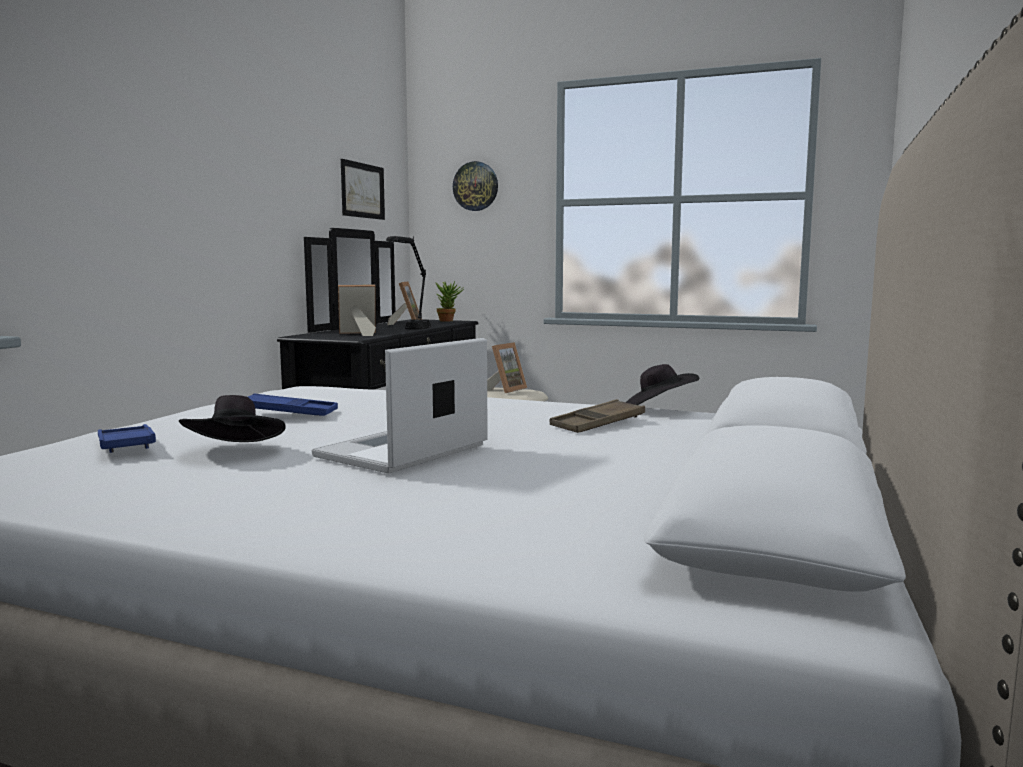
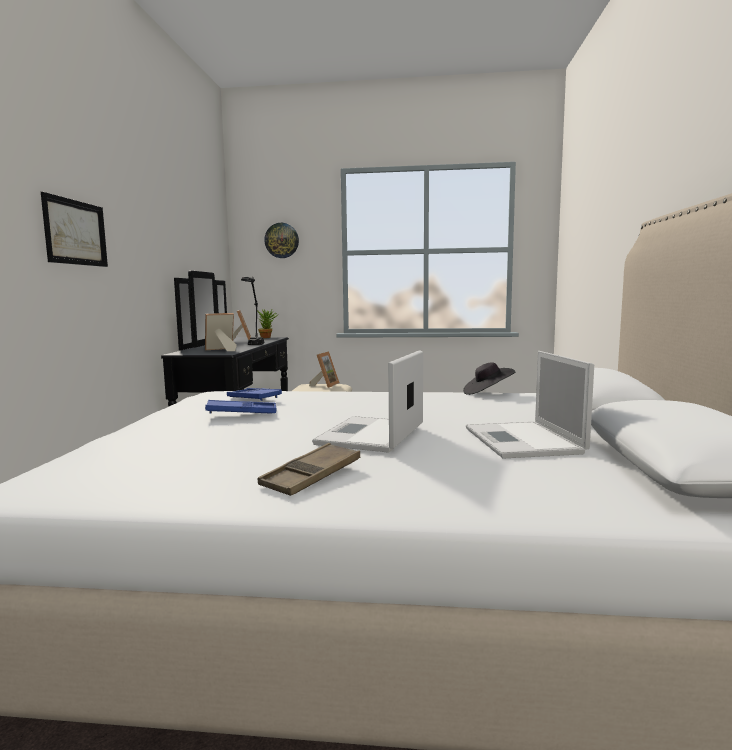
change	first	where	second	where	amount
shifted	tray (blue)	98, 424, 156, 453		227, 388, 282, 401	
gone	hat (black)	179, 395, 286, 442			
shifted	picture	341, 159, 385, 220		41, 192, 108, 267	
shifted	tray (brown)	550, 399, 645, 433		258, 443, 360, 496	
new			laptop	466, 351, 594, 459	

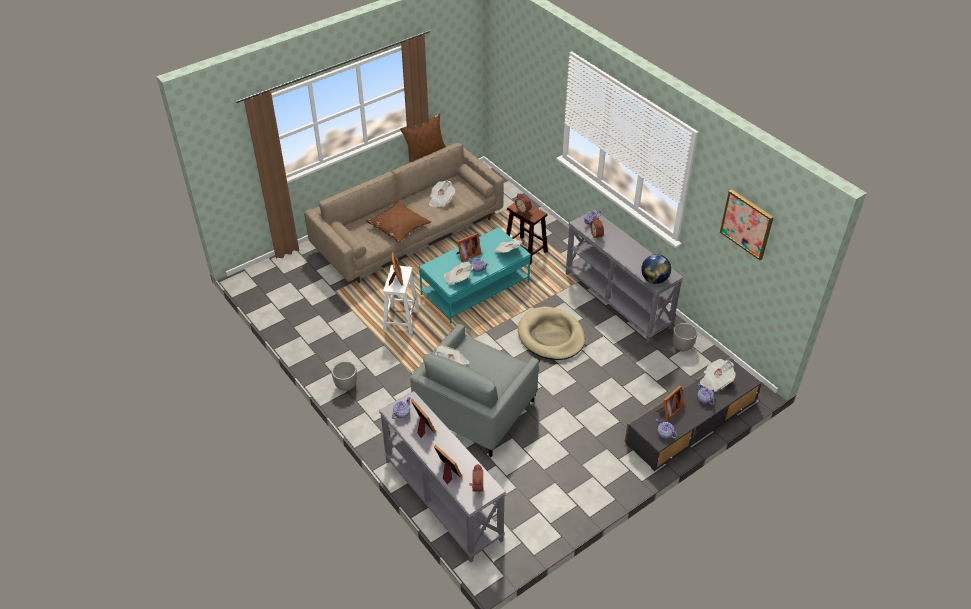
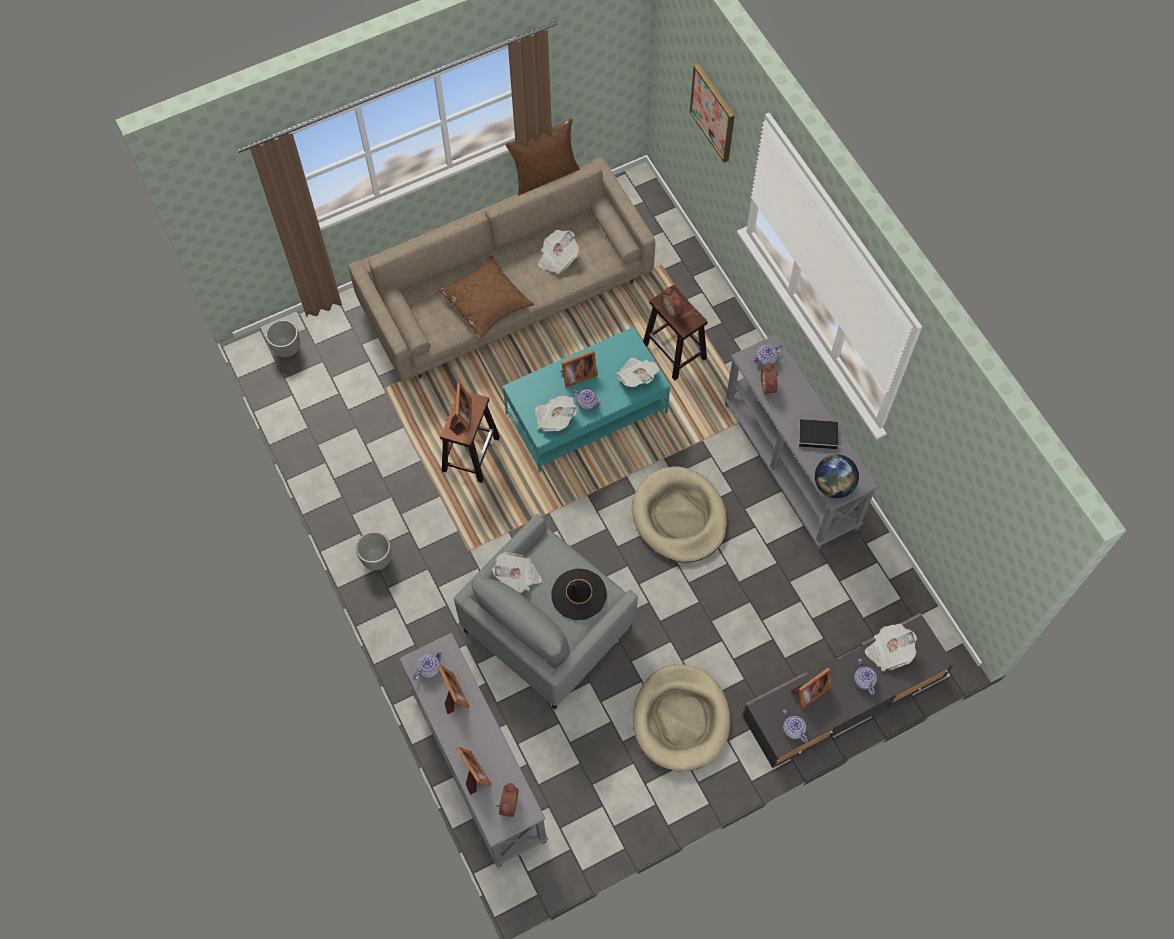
change	first	where	second	where	amount
repainted	stool (white)	383, 265, 419, 334	stool (brown)	440, 391, 500, 483	
shifted	planter	673, 323, 698, 351		266, 320, 300, 357	
shifted	picture	720, 189, 774, 261		690, 64, 735, 163	
new			hat (black)	551, 569, 607, 620	
new			dog bed (beige)	633, 664, 730, 771	
new			book	799, 419, 842, 449	

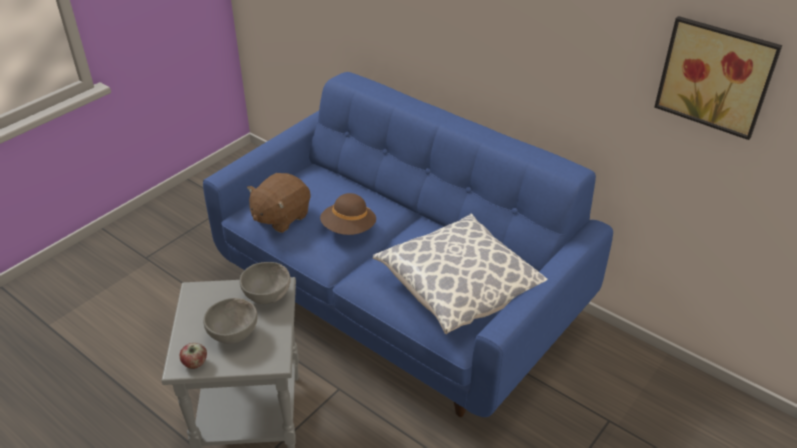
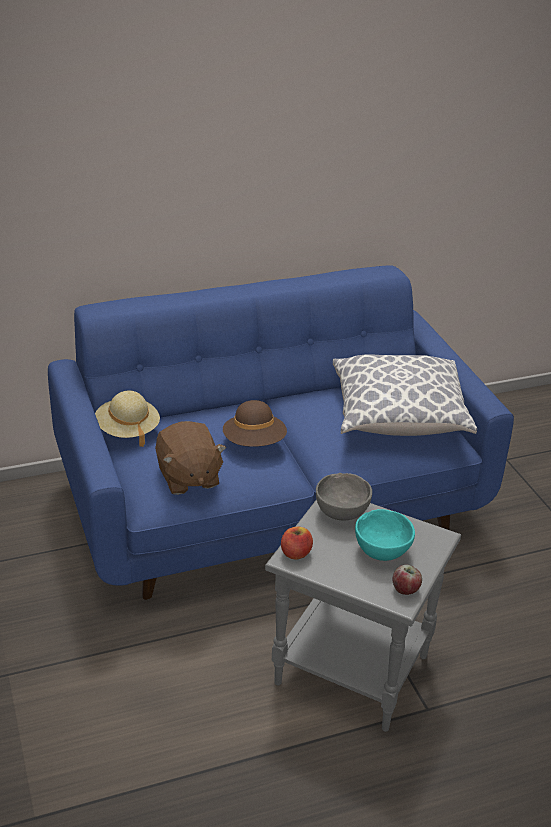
change	first	where	second	where	amount
repainted	bowl (grey)	203, 298, 257, 344	bowl (turquoise)	355, 509, 415, 561	
gone	picture	654, 16, 782, 140			
new			hat (beige)	95, 390, 160, 447	
new			apple	281, 527, 313, 560	

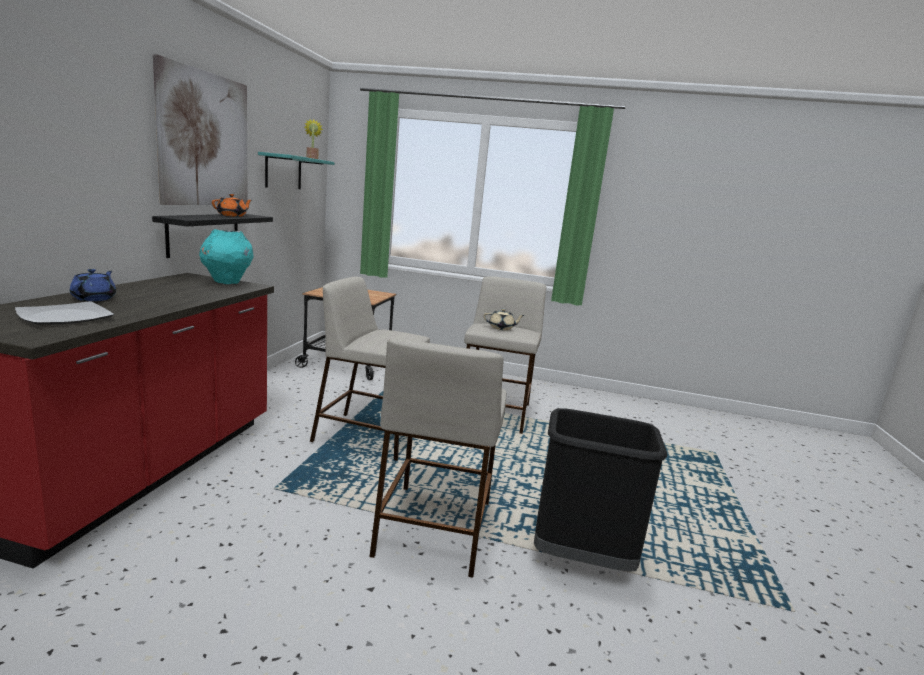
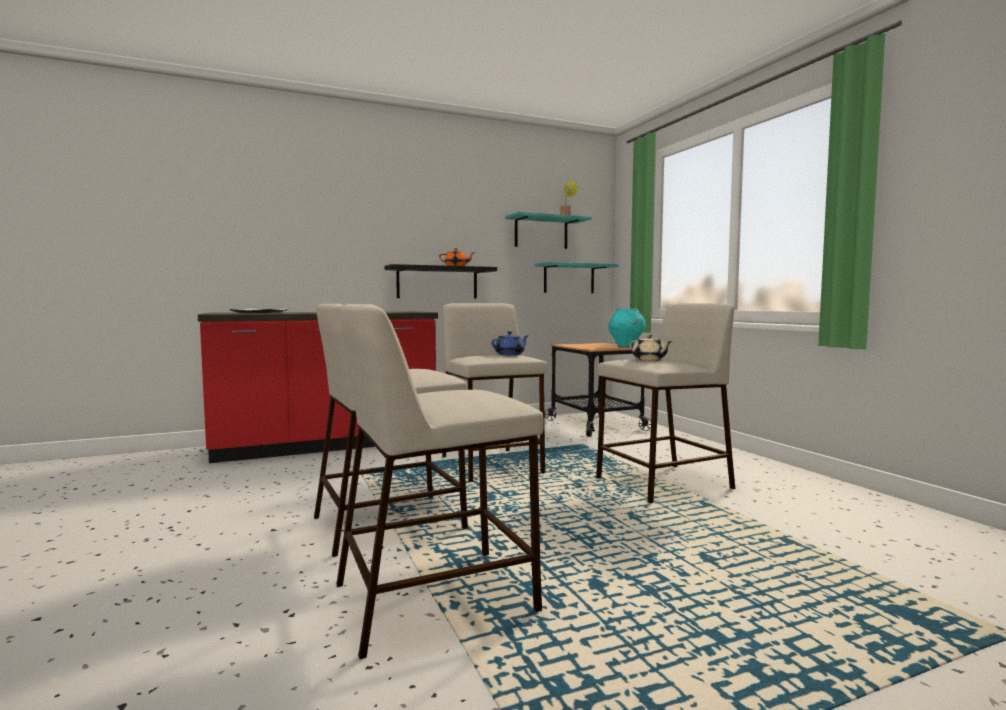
change	first	where	second	where	amount
shifted	teapot (blue)	70, 269, 116, 301		491, 331, 529, 355	
gone	picture	153, 54, 248, 205			
shifted	vase (turquoise)	199, 229, 254, 284		608, 308, 646, 347	
swapped	trash can (black)	534, 408, 667, 572	stool (beige)	336, 304, 544, 659	
new			shelf (turquoise)	535, 262, 619, 293	

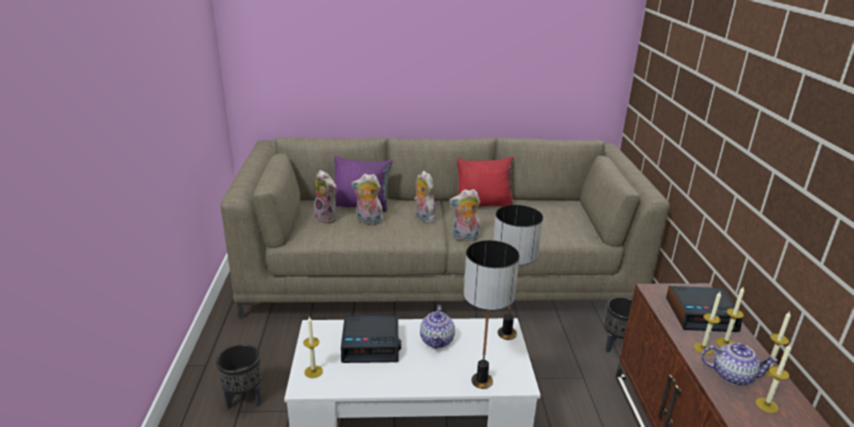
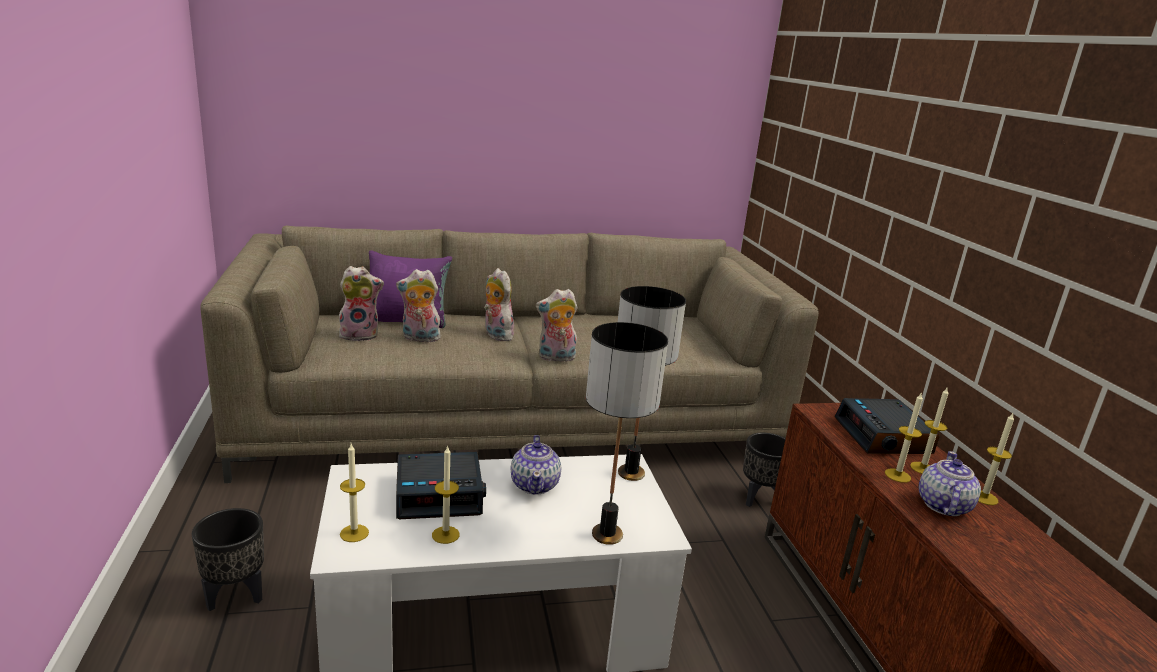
change	first	where	second	where	amount
rotated	plush toy	314, 170, 337, 224		339, 266, 384, 341	45 degrees counterclockwise
gone	pillow (red)	457, 156, 514, 207			
rotated	alarm clock	666, 286, 743, 332		835, 398, 939, 454	90 degrees clockwise
rotated	teapot	701, 343, 778, 385		918, 451, 981, 516	75 degrees counterclockwise
shifted	candle	756, 343, 791, 413		432, 445, 460, 544	

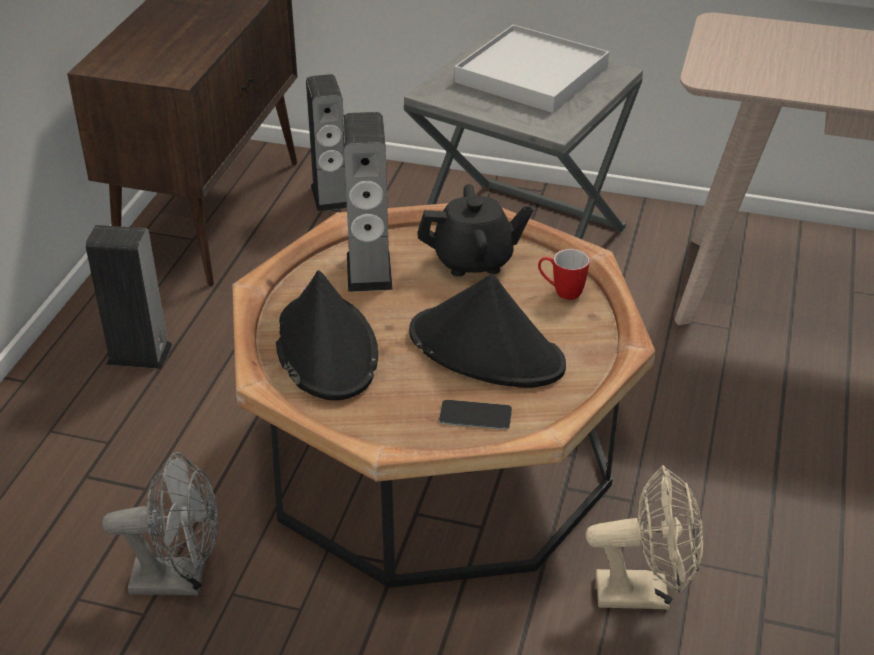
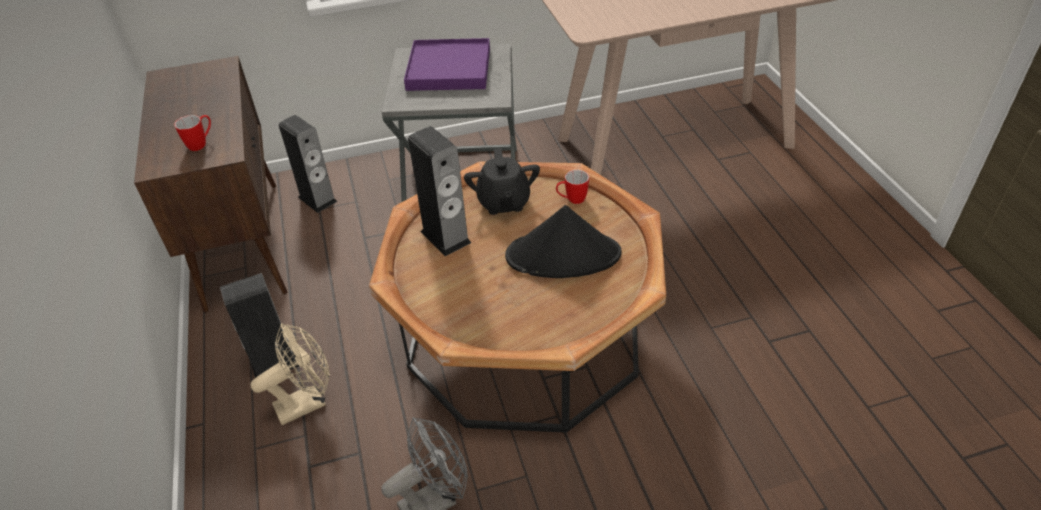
change	first	where	second	where	amount
gone	hat (black)	276, 270, 378, 400			
rotated	teapot (black)	417, 184, 533, 277		464, 148, 540, 215	120 degrees clockwise
gone	phone	439, 400, 512, 430			
repainted	tray (white)	454, 25, 609, 113	tray (purple)	404, 38, 490, 91	
shifted	fan (beige)	586, 465, 703, 609		250, 323, 330, 425	
new			mug	174, 115, 211, 151	

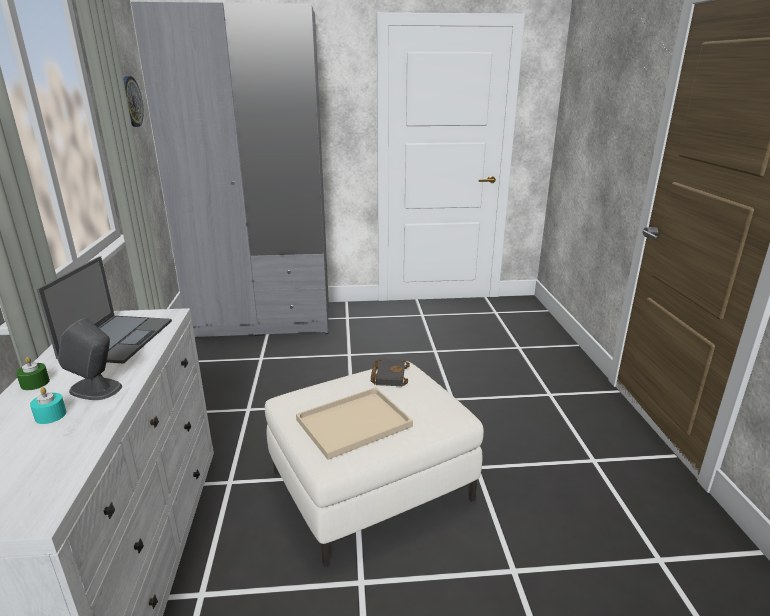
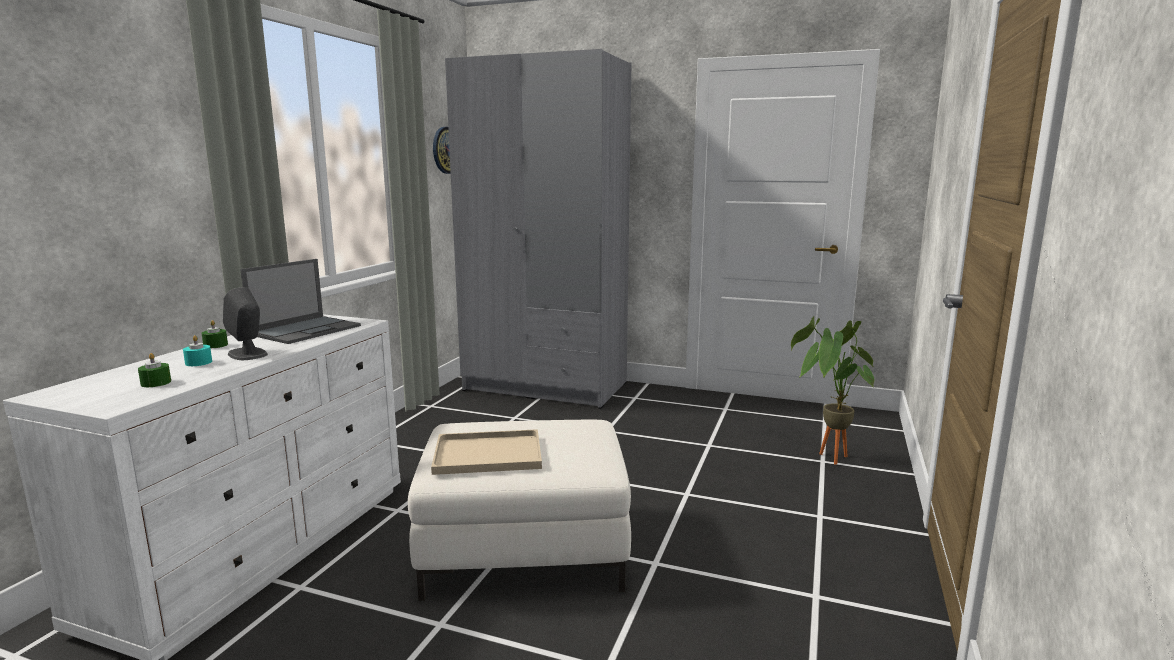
change	first	where	second	where	amount
gone	book (black)	371, 359, 410, 386			
new			candle (green)	138, 353, 171, 387	
new			potted plant	791, 316, 874, 465	

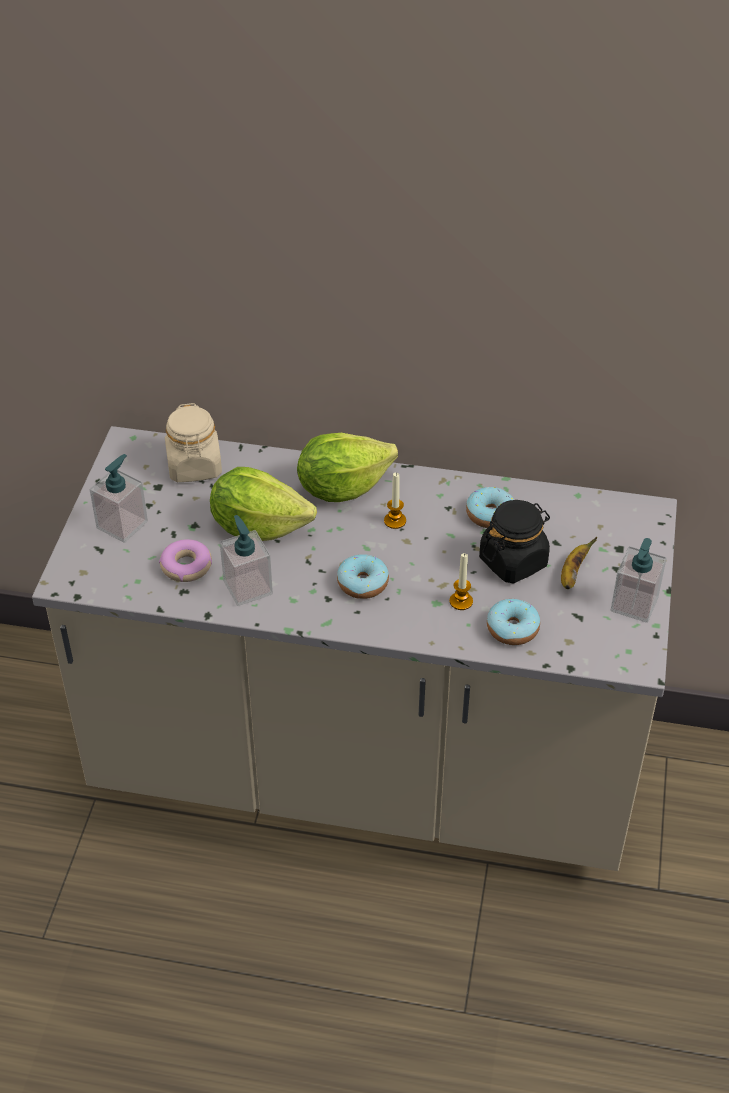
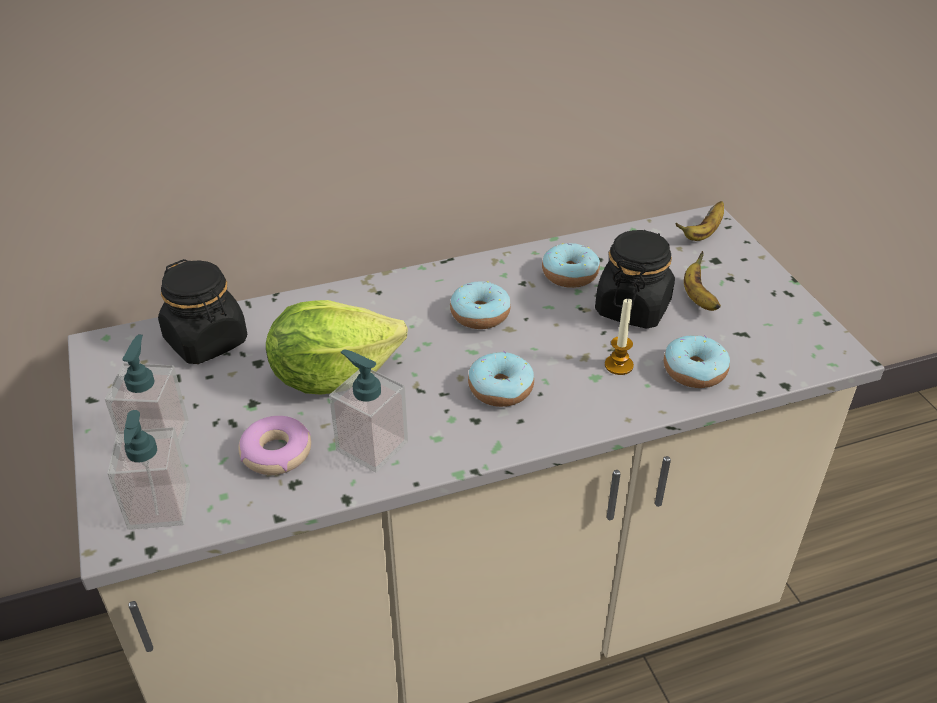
change	first	where	second	where	amount
repainted	jar (beige)	165, 403, 222, 482	jar (black)	158, 259, 247, 364	
gone	lettuce	297, 433, 398, 502			
swapped	candle	384, 473, 406, 529	donut	450, 281, 511, 329	
shifted	soap dispenser	611, 538, 667, 623		107, 410, 190, 530	
new			banana	675, 201, 724, 241	

